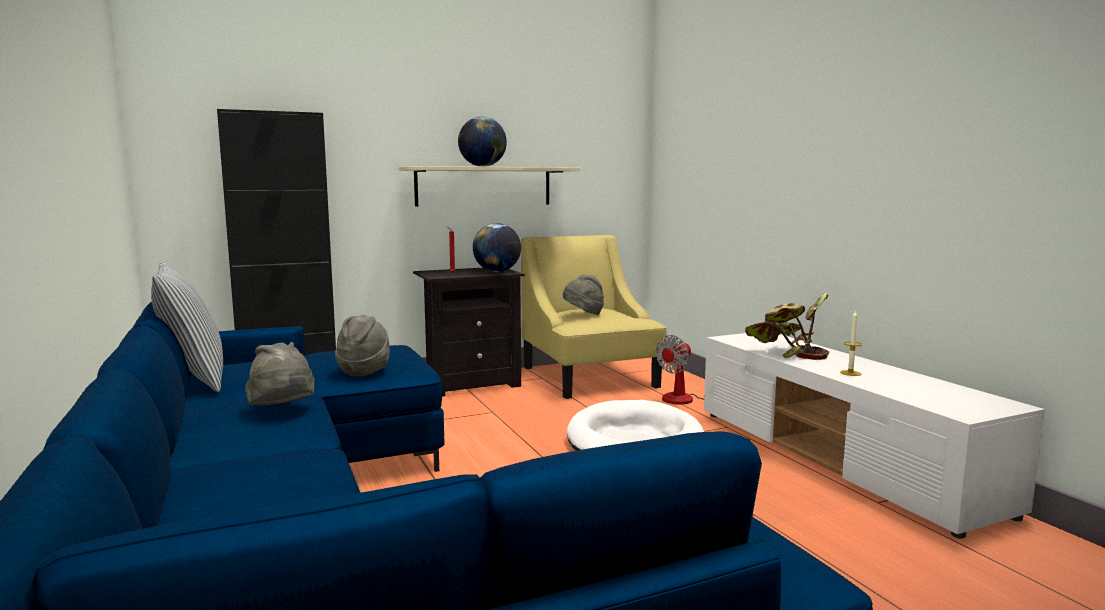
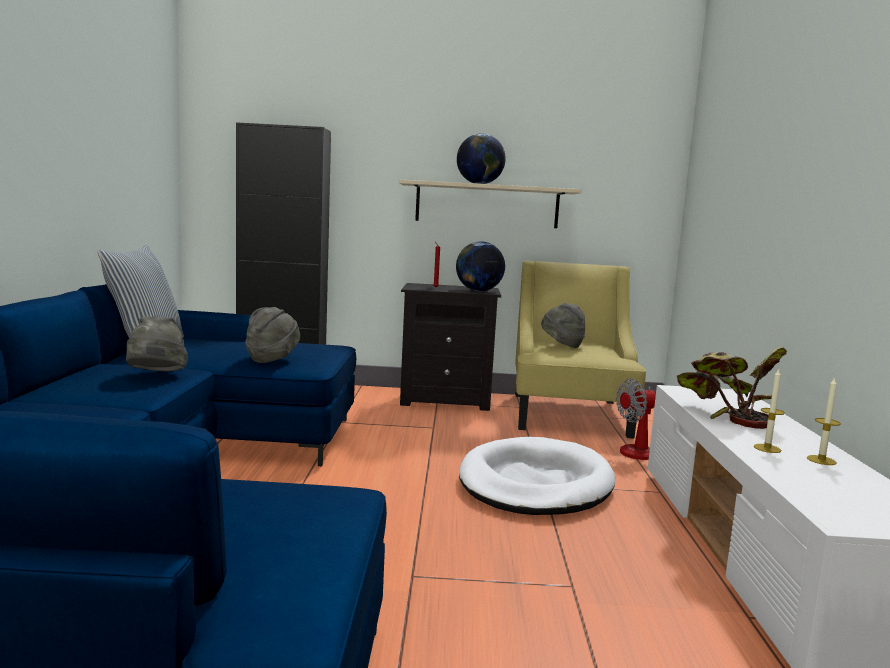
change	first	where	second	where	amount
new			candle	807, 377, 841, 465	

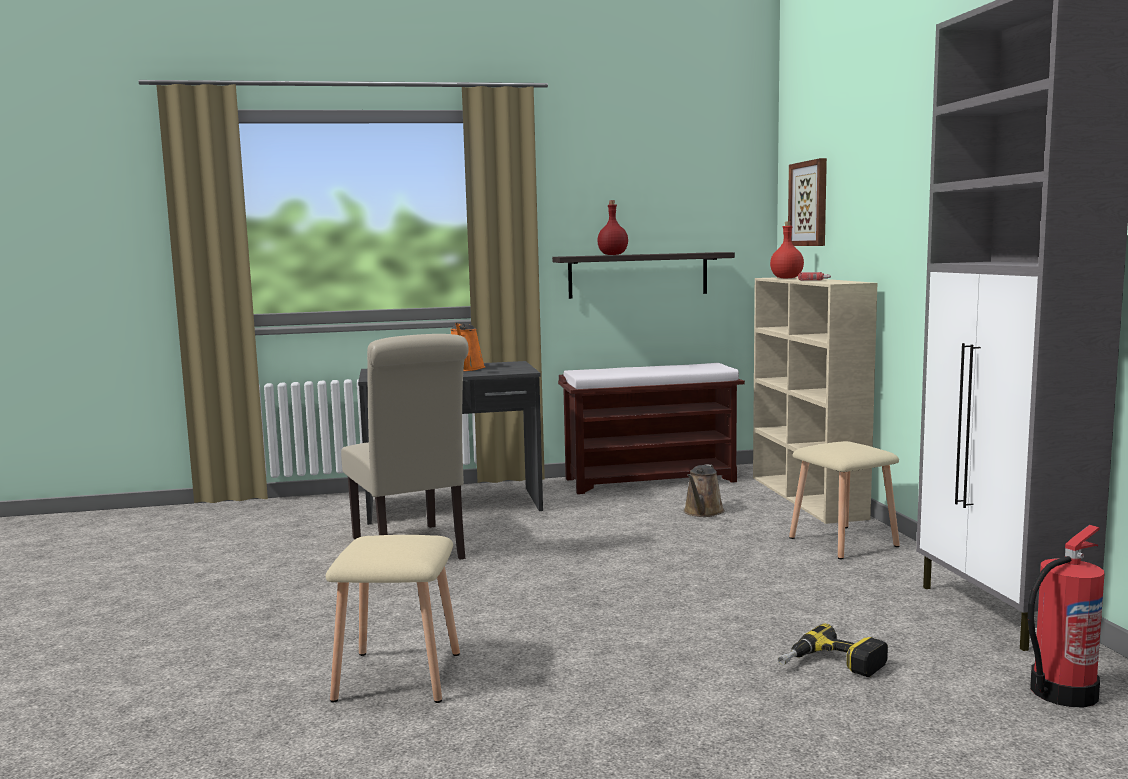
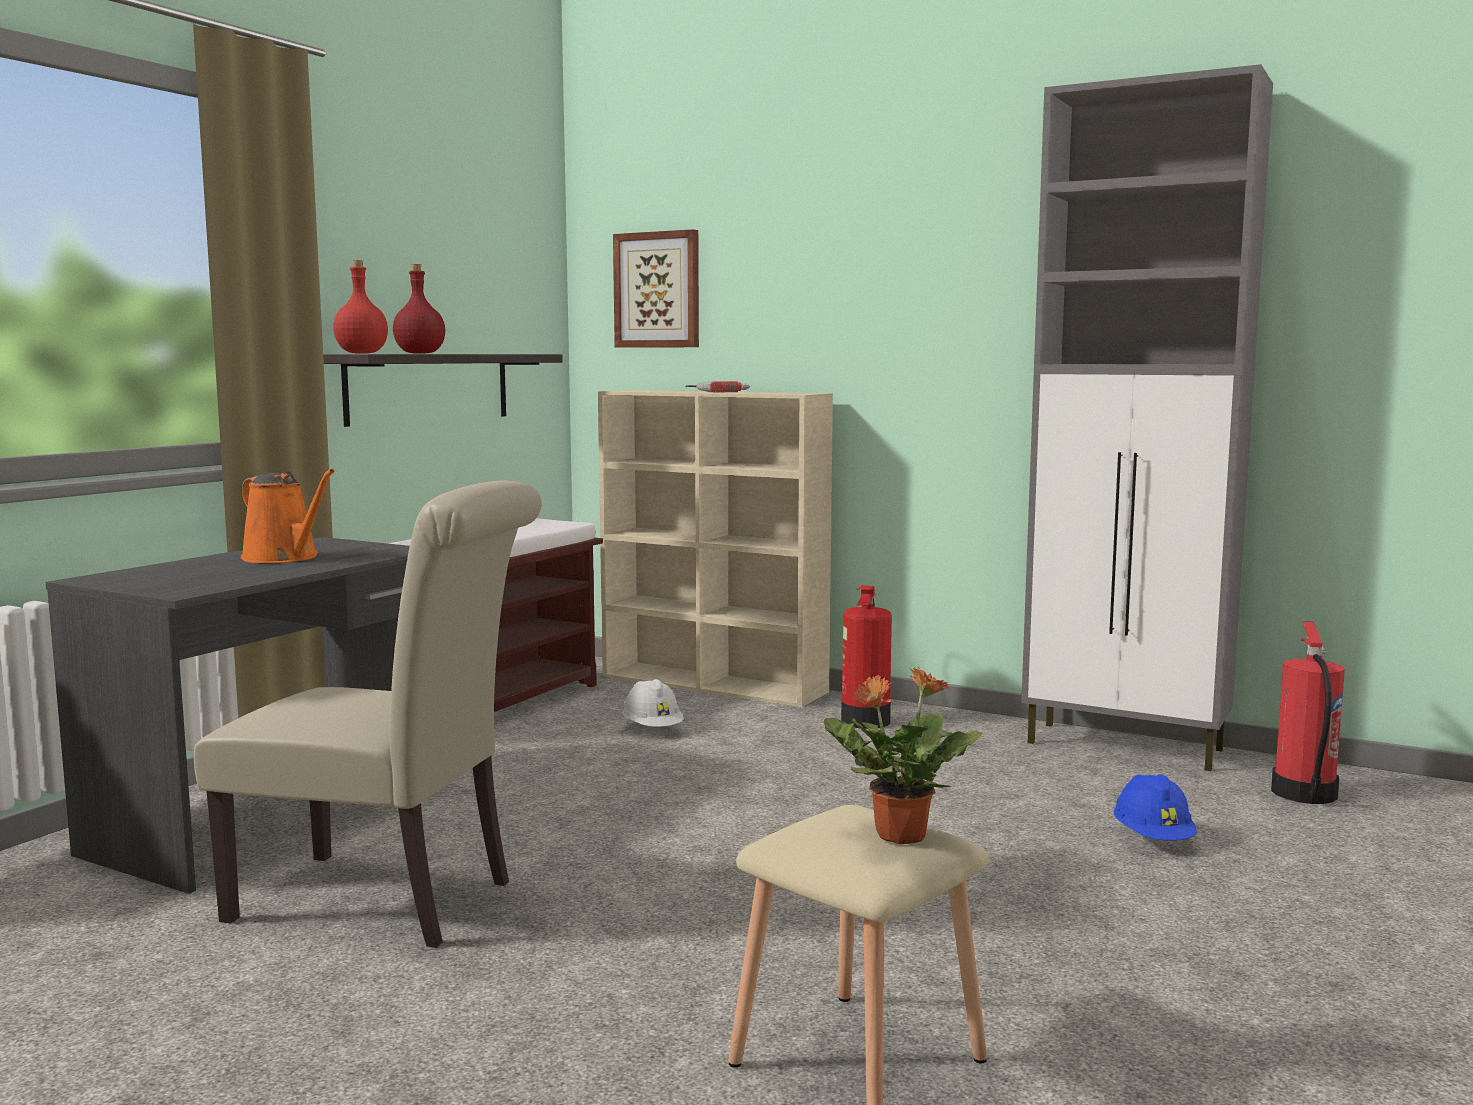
change	first	where	second	where	amount
swapped	watering can (brown)	684, 464, 725, 517	hard hat (white)	622, 679, 684, 727	
shifted	bottle (red)	770, 221, 804, 278		333, 260, 388, 354	
swapped	power drill	778, 623, 888, 677	hard hat (blue)	1114, 774, 1197, 841	
swapped	stool (beige)	789, 441, 900, 560	fire extinguisher	841, 586, 892, 729	
new			potted plant	824, 667, 982, 845	

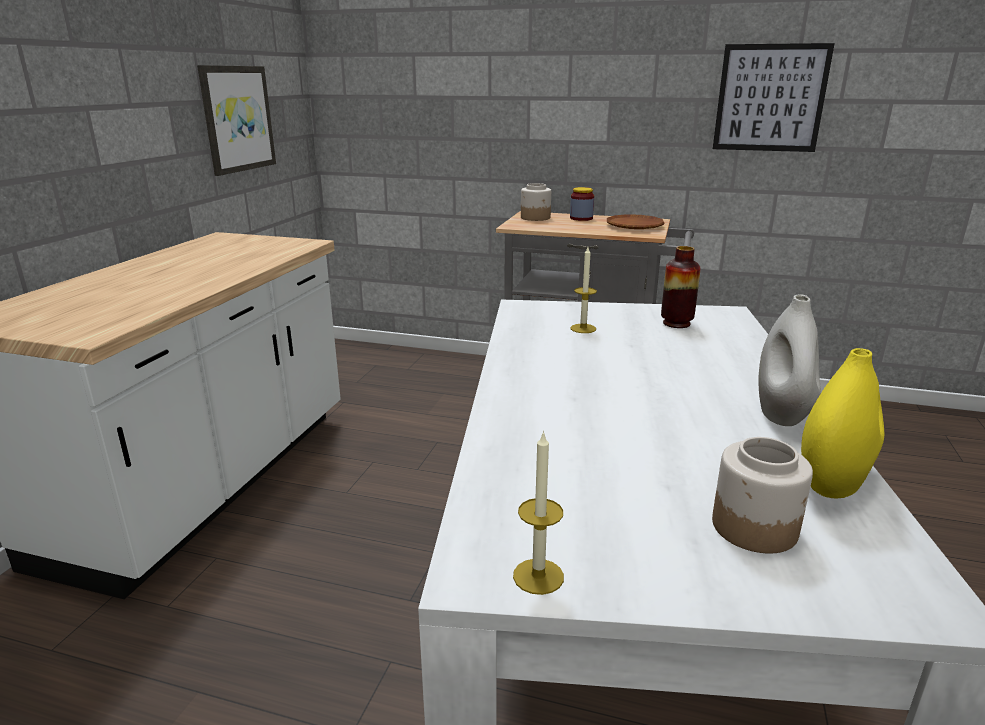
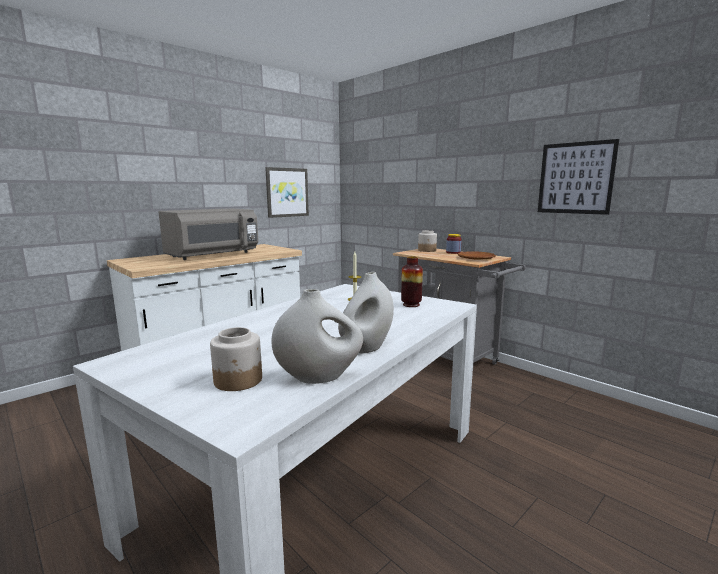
change	first	where	second	where	amount
gone	candle	513, 430, 564, 595			
repainted	vase (yellow)	801, 348, 884, 499	vase (white)	271, 289, 363, 384	
new			microwave (grey)	159, 208, 258, 260	

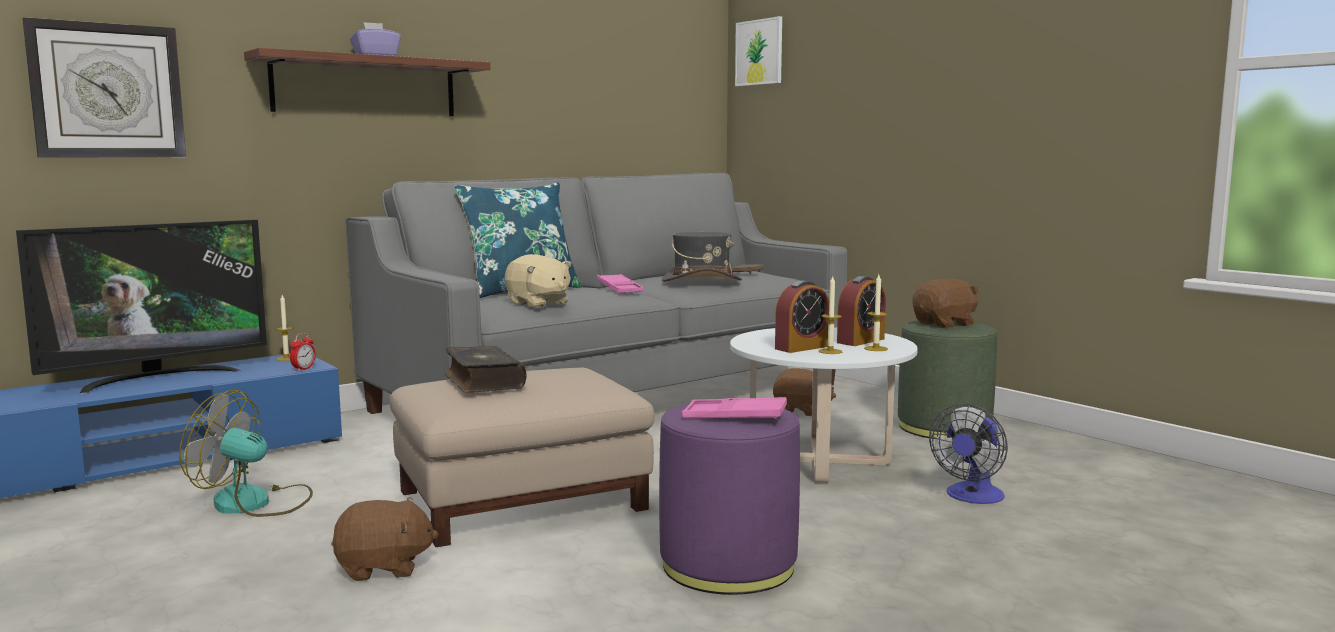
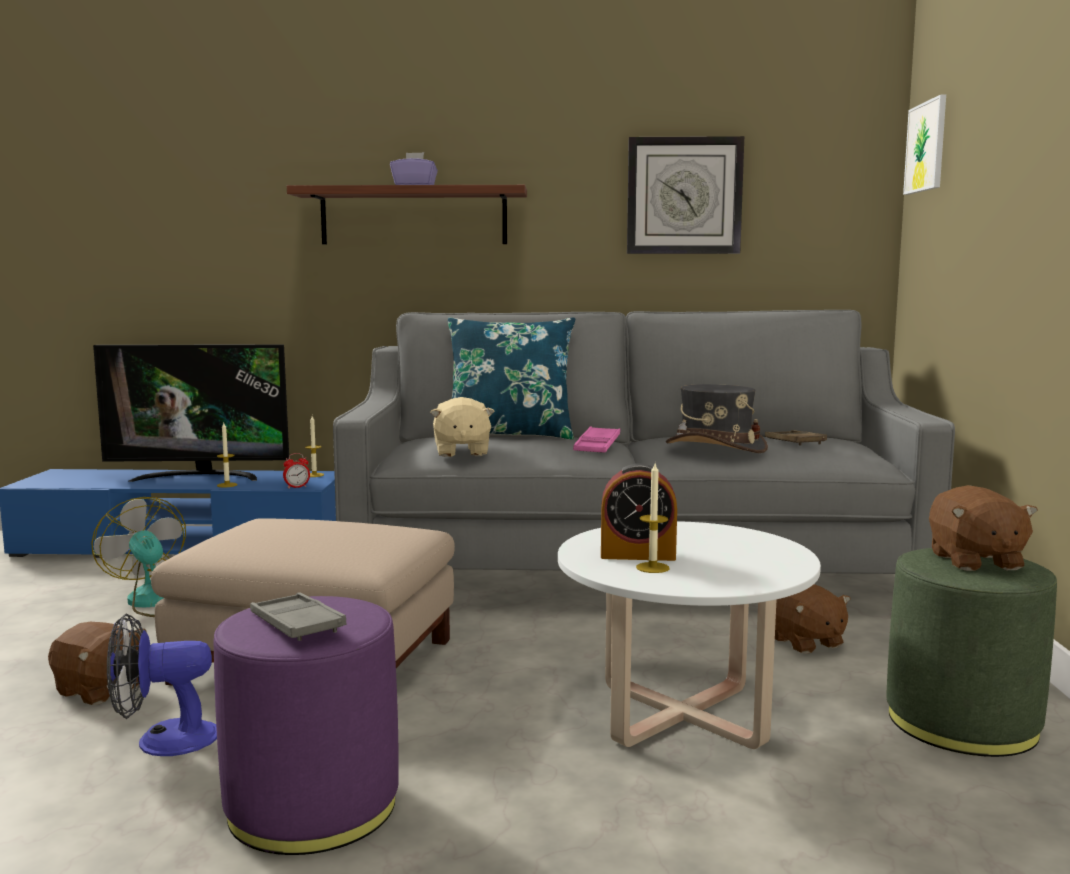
change	first	where	second	where	amount
shifted	wall clock	22, 17, 186, 158		627, 136, 744, 254	
gone	book	444, 346, 527, 393			
repainted	tray (pink)	682, 397, 787, 420	tray (grey)	250, 592, 346, 641	
gone	alarm clock	837, 276, 886, 346			
shifted	candle	864, 275, 888, 351		217, 423, 238, 487	
rotated	plush toy (brown)	913, 278, 980, 328		929, 485, 1038, 571	75 degrees clockwise
shifted	fan	929, 404, 1008, 504		107, 614, 217, 756	

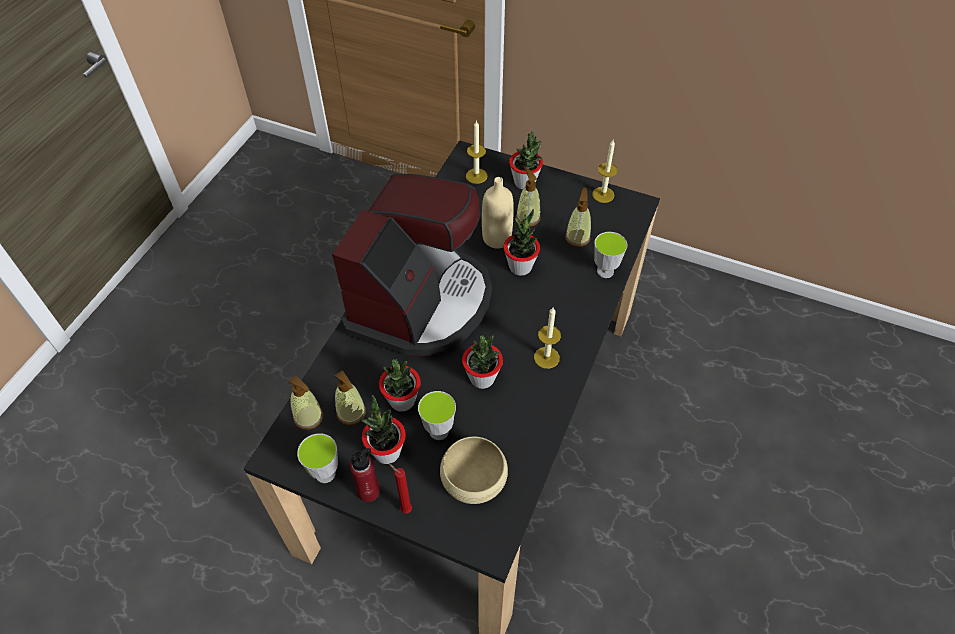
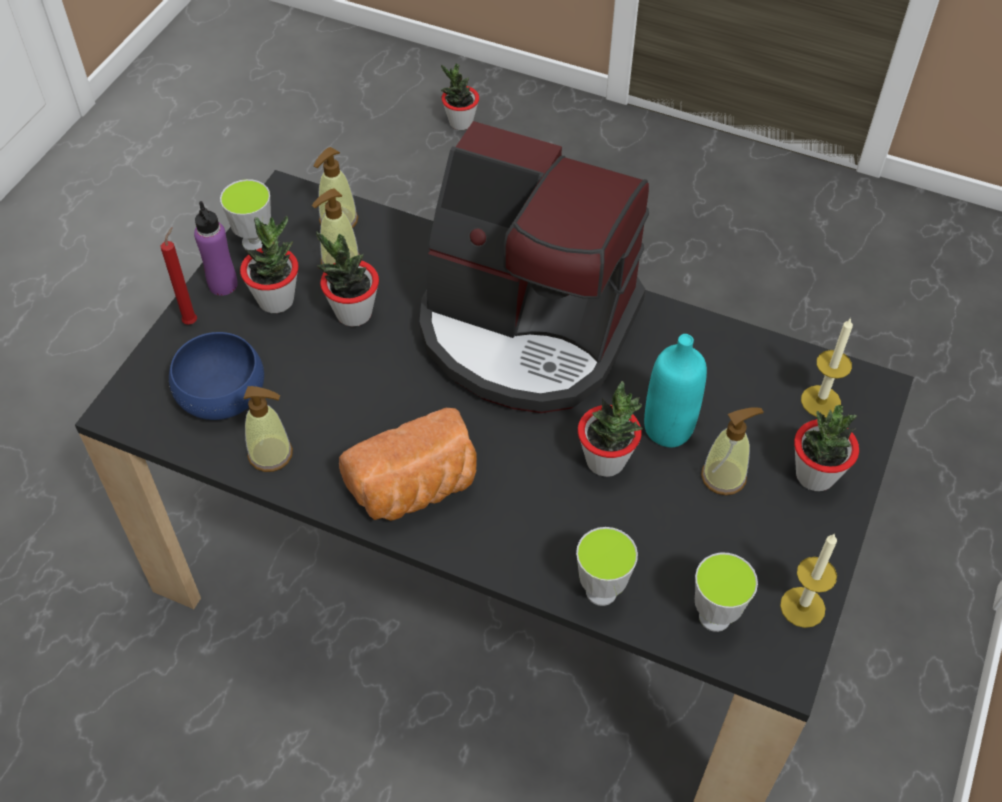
change	first	where	second	where	amount
repainted	bottle (red)	350, 448, 380, 502	bottle (purple)	194, 201, 238, 296	
shifted	cup	418, 391, 456, 440		695, 553, 758, 632	
repainted	bowl (beige)	440, 437, 508, 504	bowl (blue)	169, 332, 264, 420	
shifted	potted plant	462, 335, 503, 389		441, 64, 479, 130	
repainted	bottle (beige)	482, 177, 514, 249	bottle (turquoise)	644, 334, 707, 447	
swapped	candle	534, 308, 561, 369	bread	339, 408, 477, 521	
shifted	soap dispenser	565, 187, 591, 247		244, 386, 293, 472	

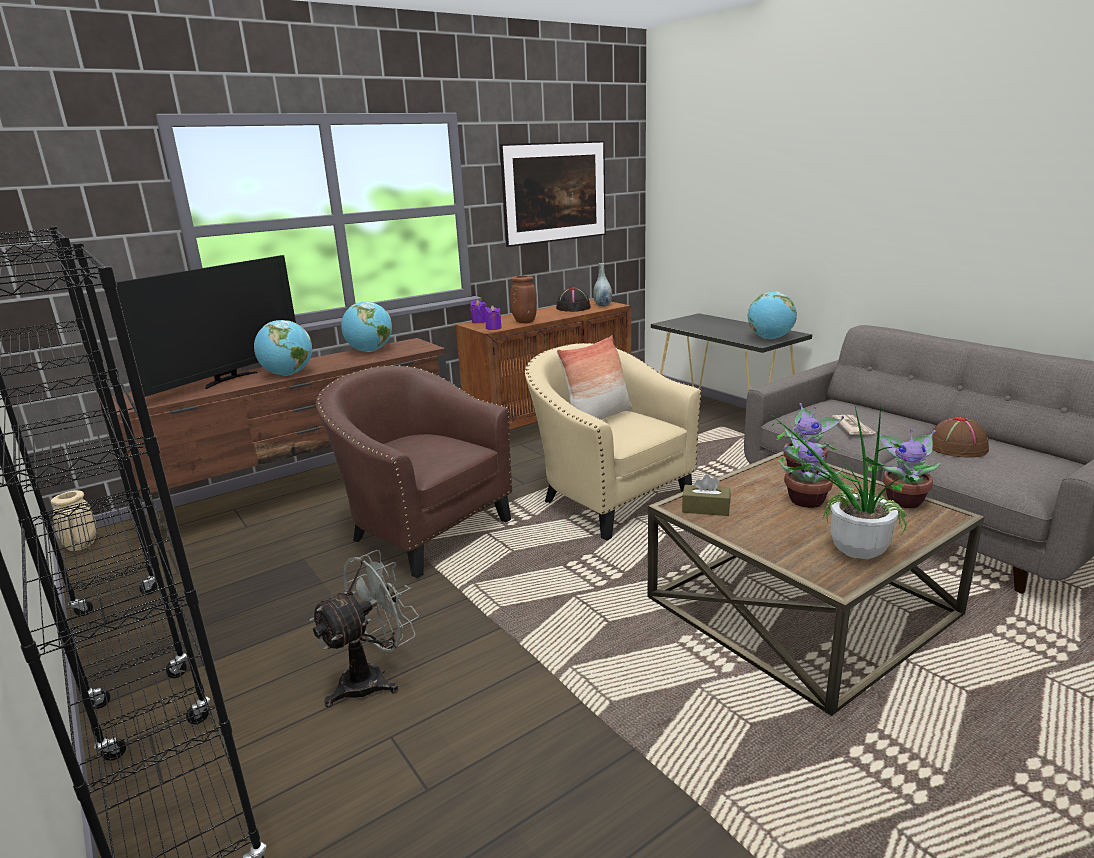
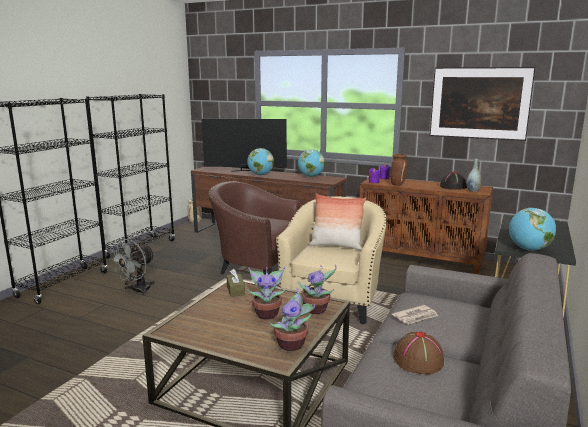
change	first	where	second	where	amount
rotated	fan (grey)	309, 550, 419, 707		109, 239, 155, 296	105 degrees clockwise
rotated	armchair (brown)	316, 365, 513, 578		208, 181, 300, 275	75 degrees counterclockwise
gone	potted plant	770, 403, 937, 560			

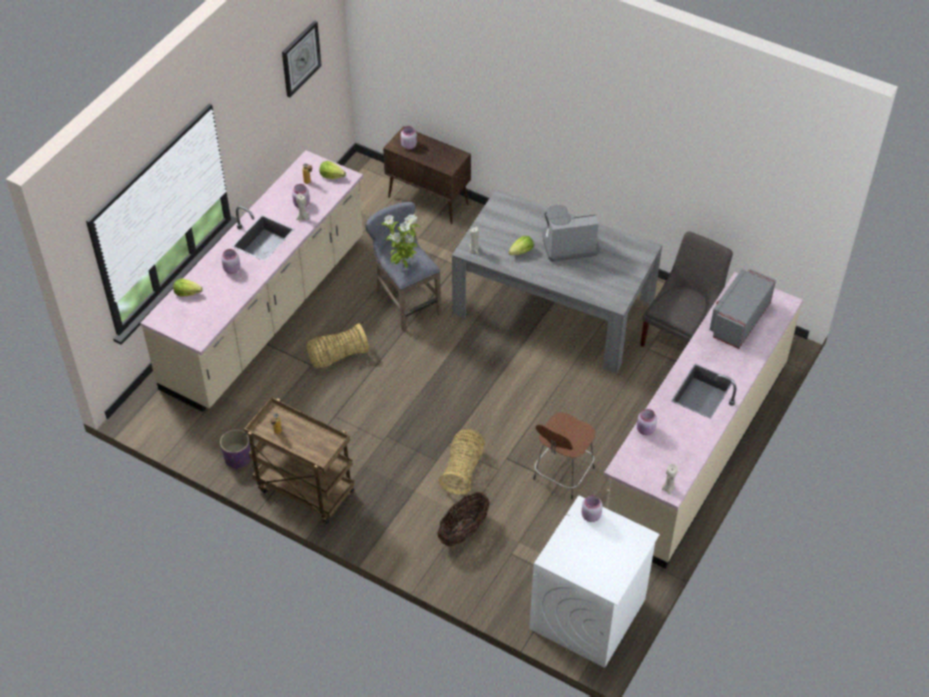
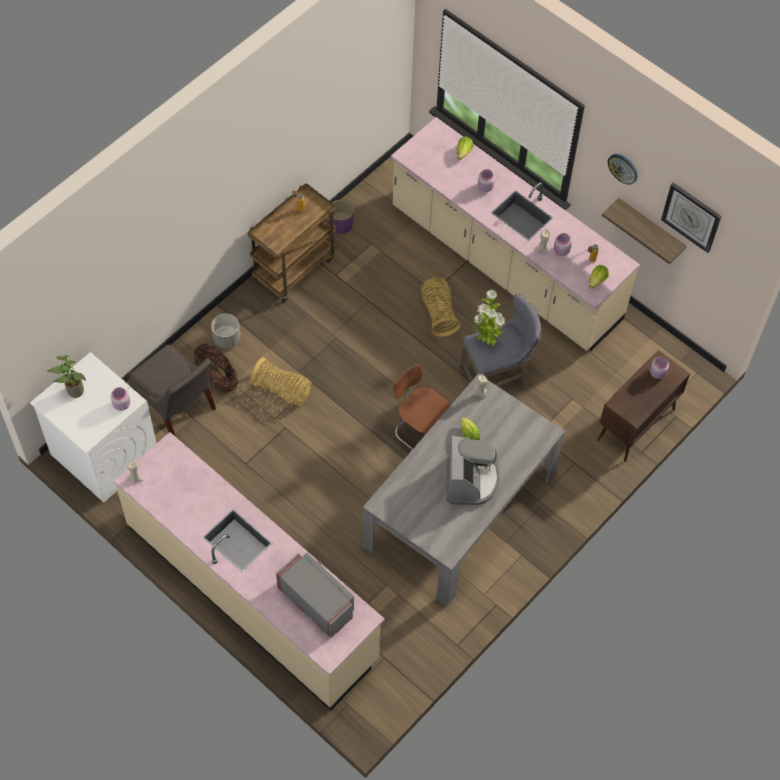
change	first	where	second	where	amount
shifted	stool (brown)	533, 413, 595, 499		393, 364, 451, 450	
gone	jar (pink)	637, 409, 657, 435			
shifted	chair (grey)	640, 231, 733, 347		128, 345, 216, 437	
new			potted plant	47, 355, 86, 398	
new			planter (grey)	211, 314, 240, 348	
new			shelf	602, 198, 686, 264	
new			wall clock	608, 154, 637, 185	

